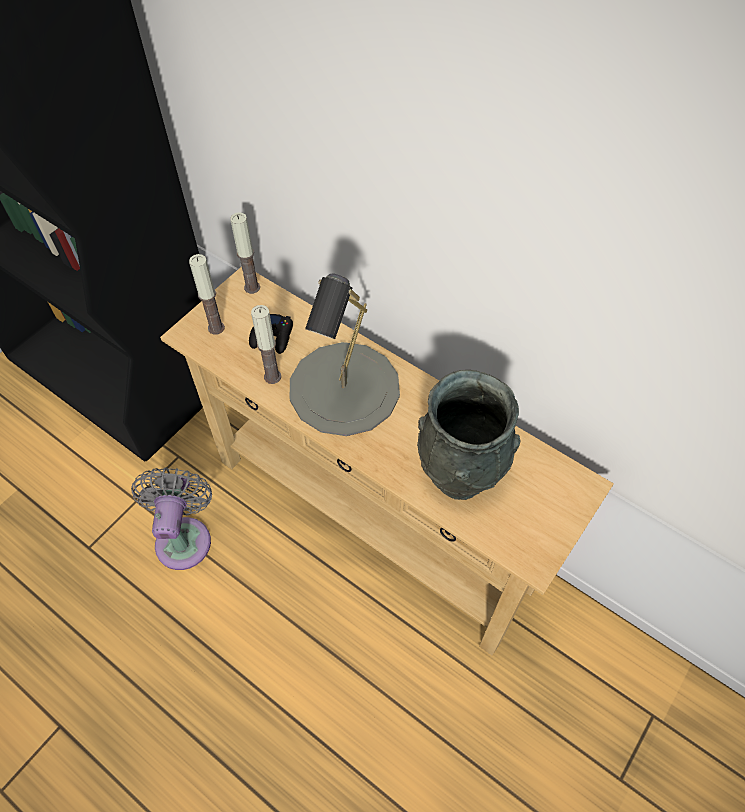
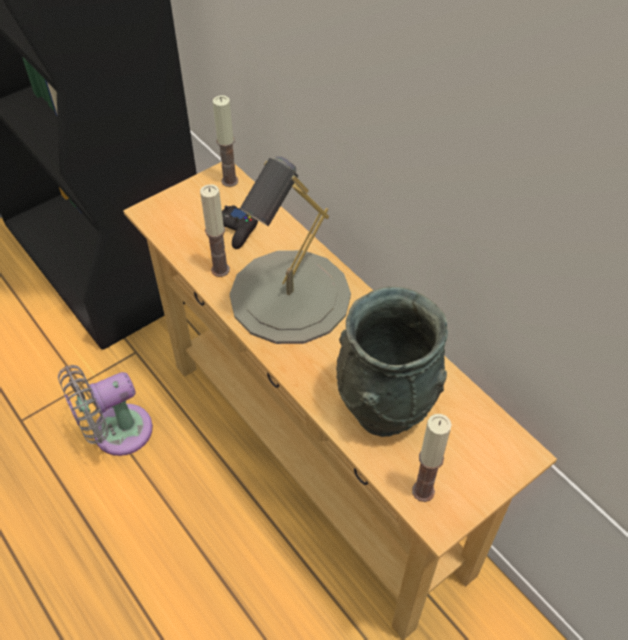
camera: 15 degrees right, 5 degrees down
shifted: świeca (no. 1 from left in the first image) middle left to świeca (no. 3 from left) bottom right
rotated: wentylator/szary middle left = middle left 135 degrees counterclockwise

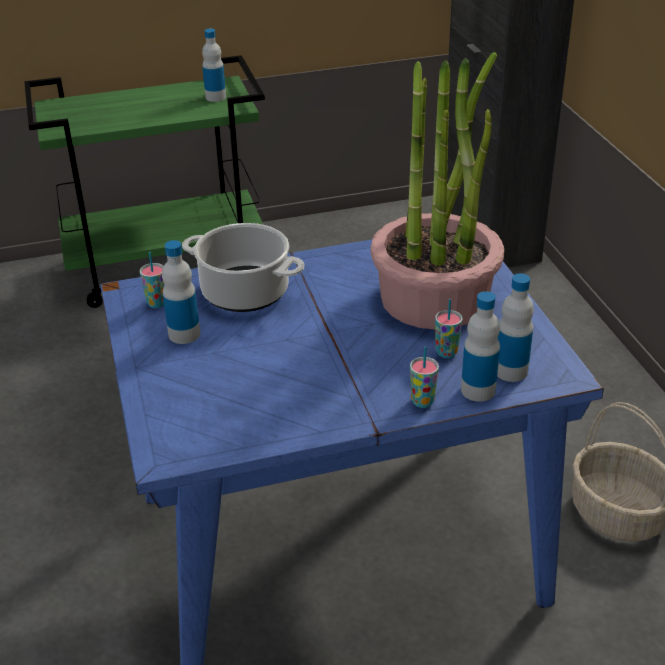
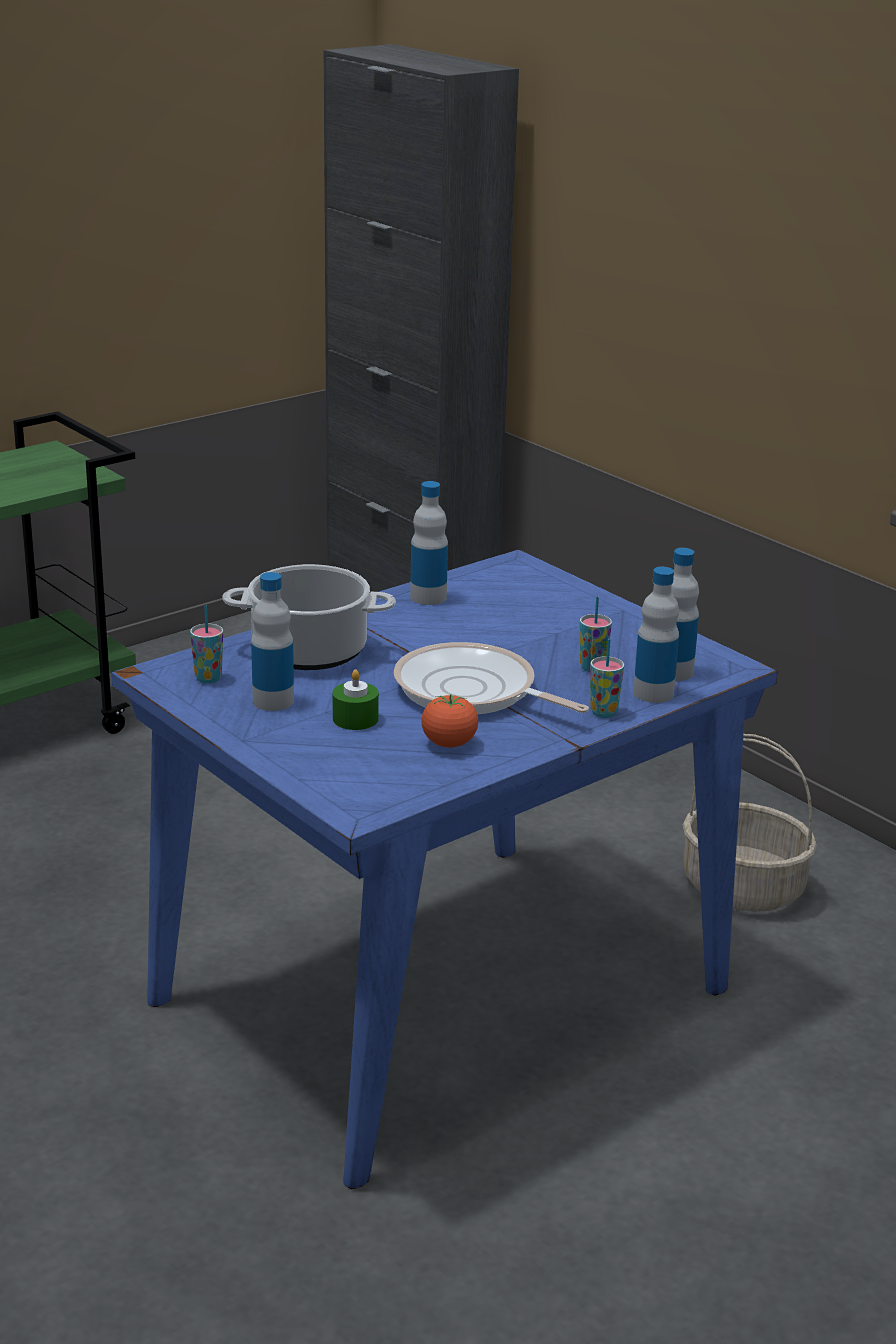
camera: 25 degrees left, 10 degrees down
gone: roślina doniczkowa top centre
new: świeca/zielony centre; patelnia centre; pomidor centre
shifted: butelka (no. 2 from left) top left to centre

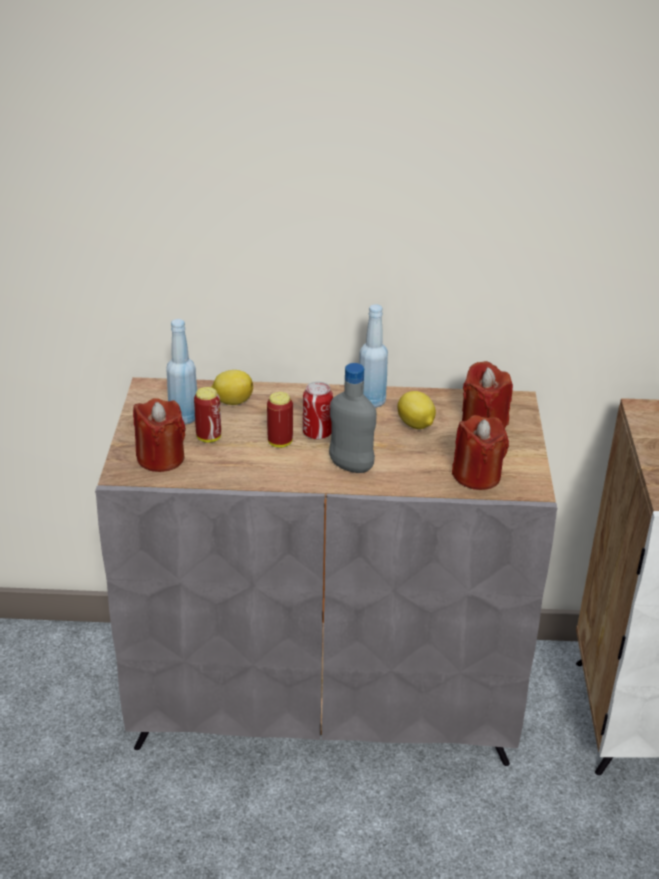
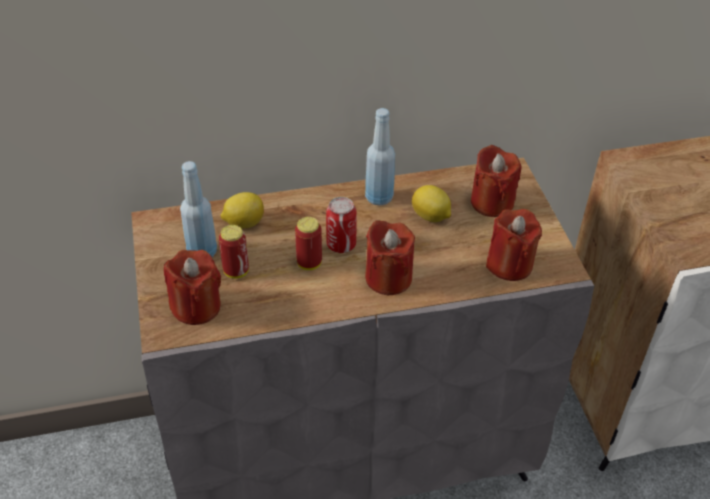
camera: 15 degrees left, 10 degrees up
swapped: butelka/szary centre to świeca/czerwony (no. 2 from left) centre

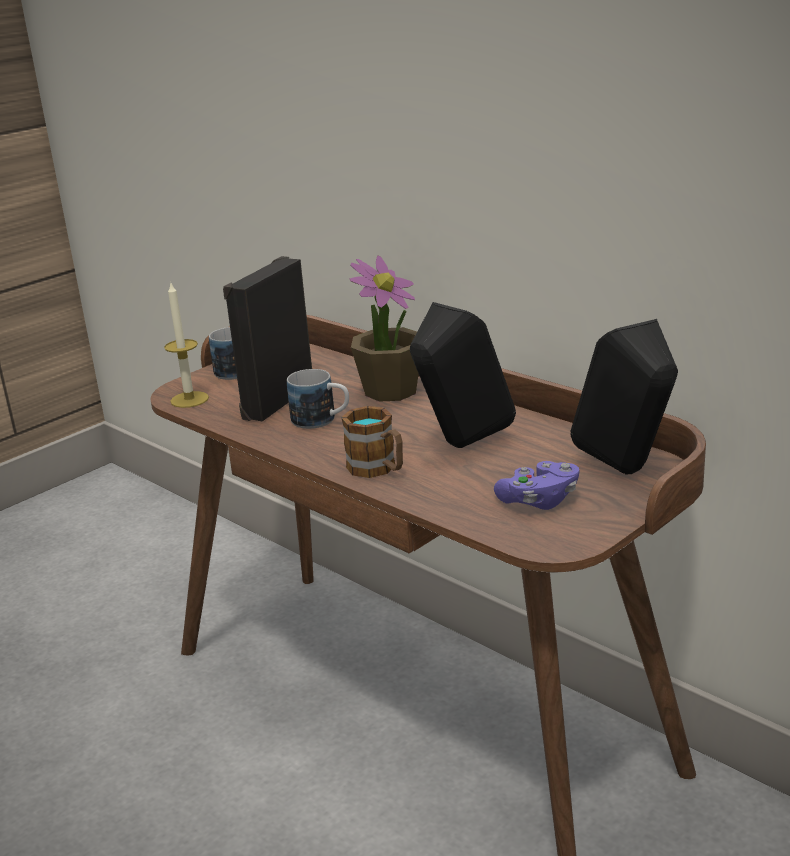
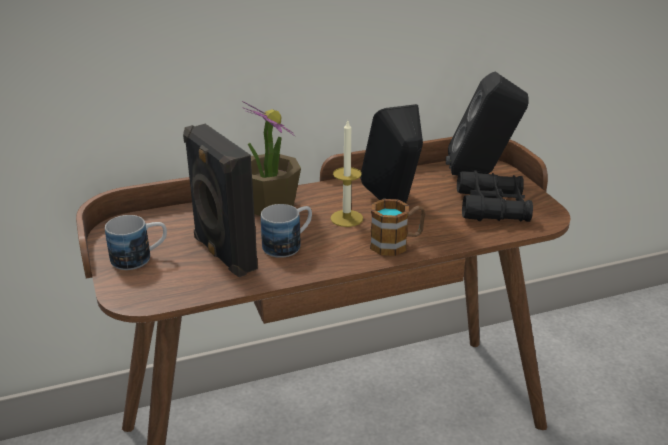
camera: 65 degrees left, 5 degrees up
shifted: świeca middle left to centre
swapped: pad do gier/fioletowy middle right to lornetka/czarny middle right

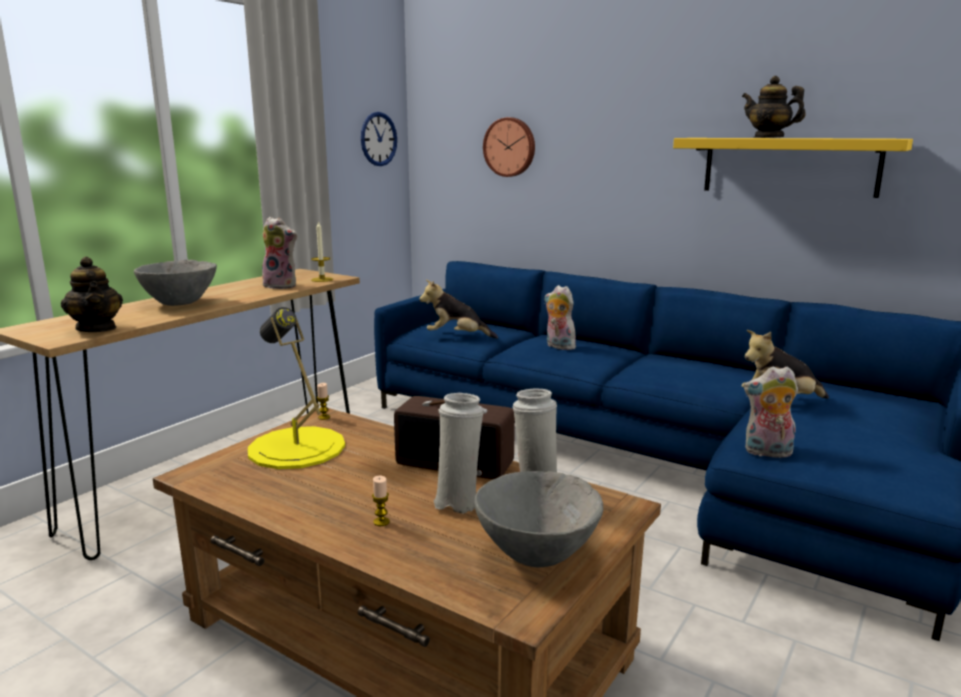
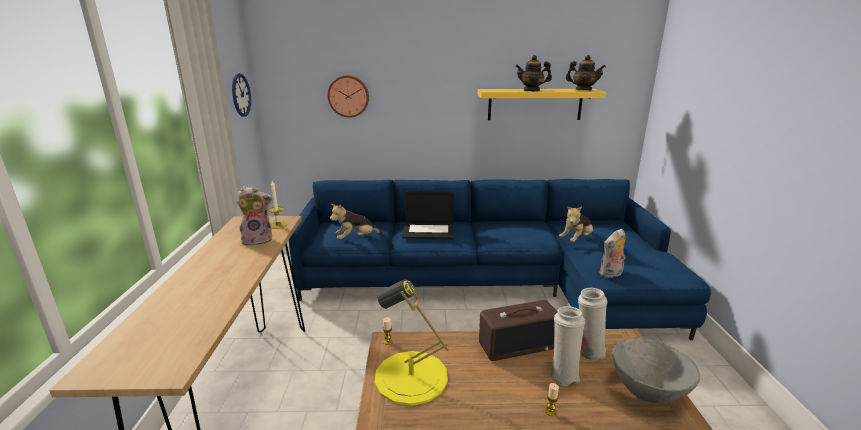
camera: 35 degrees left, 5 degrees up
gone: miska/szary (no. 1 from left) middle left
shifted: imbryk (no. 1 from left in the first image) middle left to imbryk (no. 2 from left) top right
swapped: pluszak (no. 3 from left) centre to laptop centre

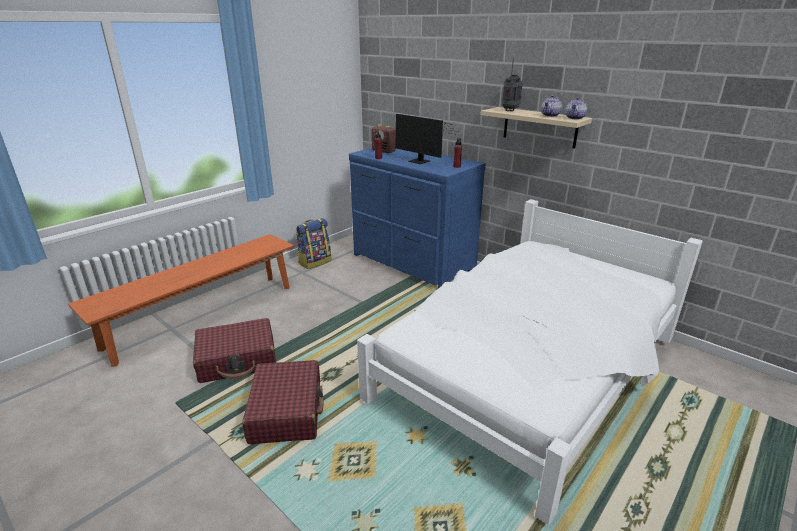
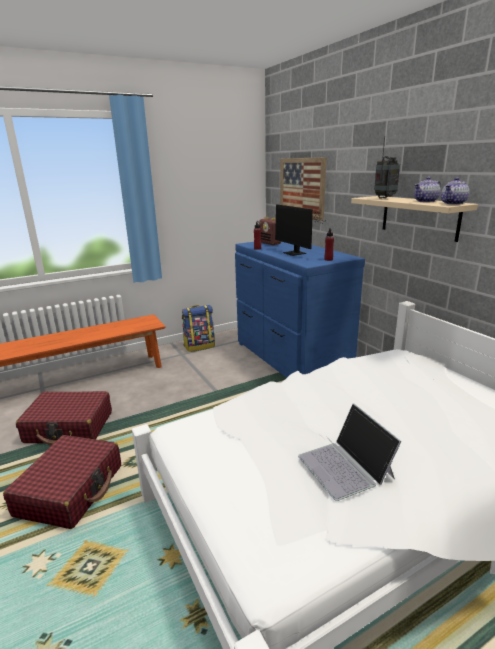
camera: 20 degrees right, 5 degrees down
new: obraz top centre; laptop bottom right

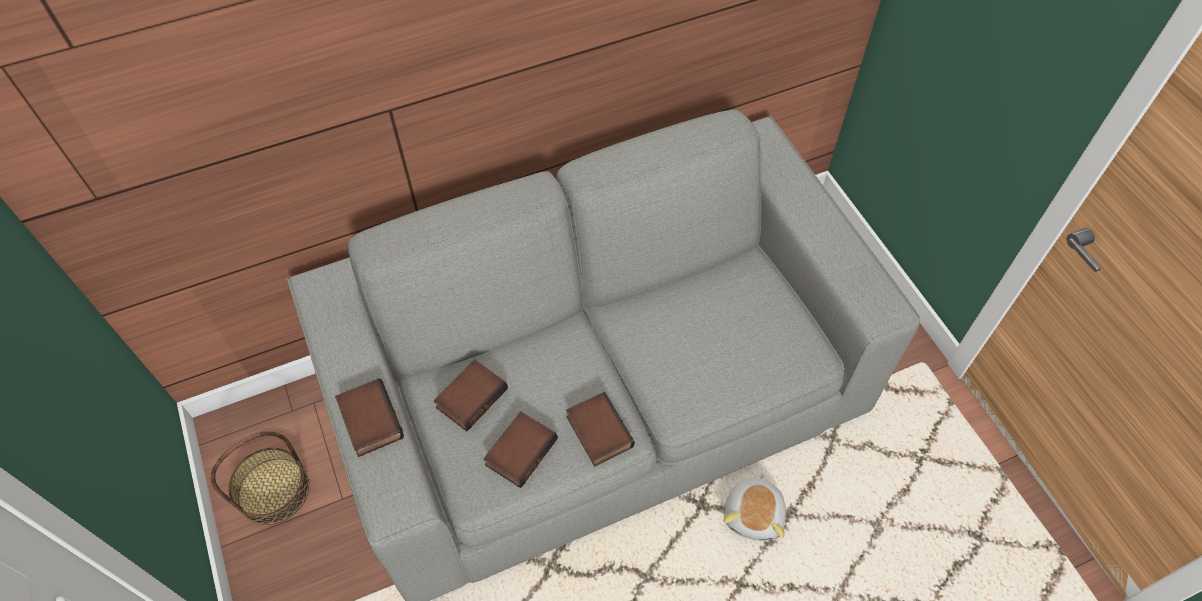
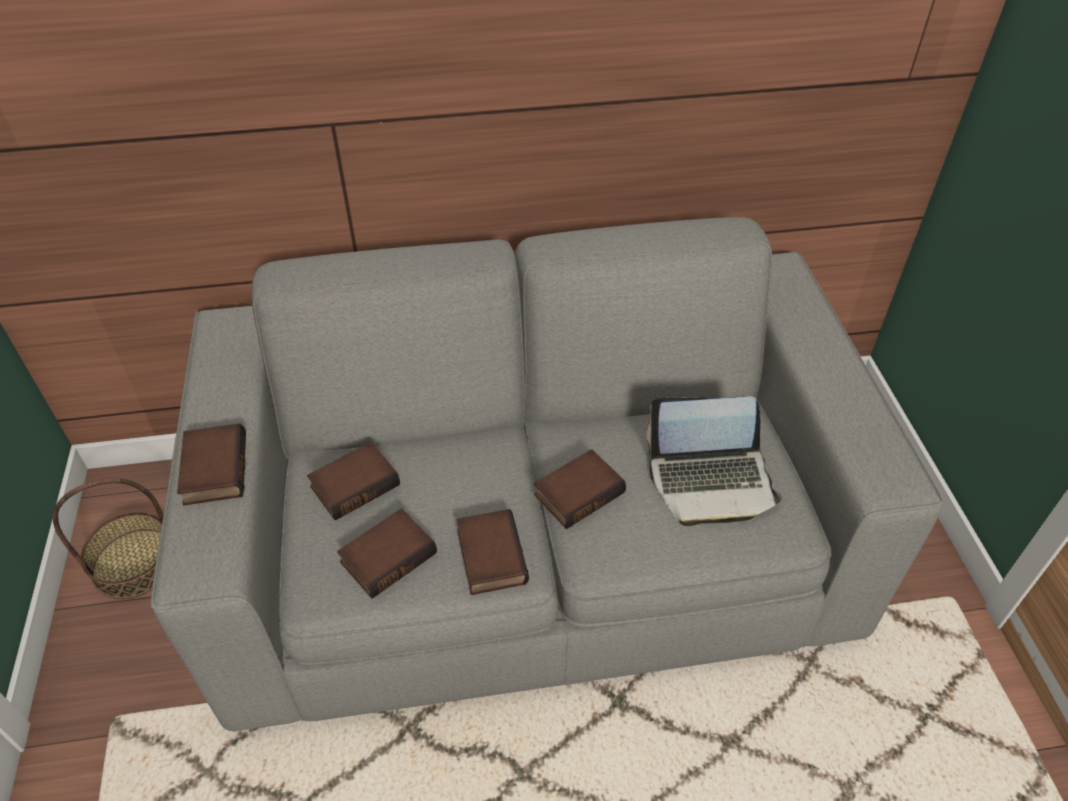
camera: 15 degrees right, 10 degrees down
gone: pluszak bottom centre
new: książka (no. 5 from left) centre; laptop middle right

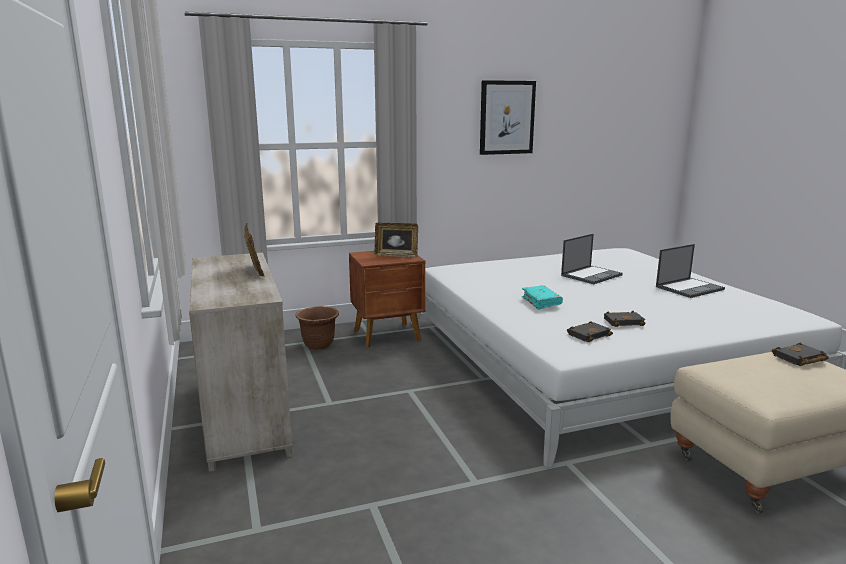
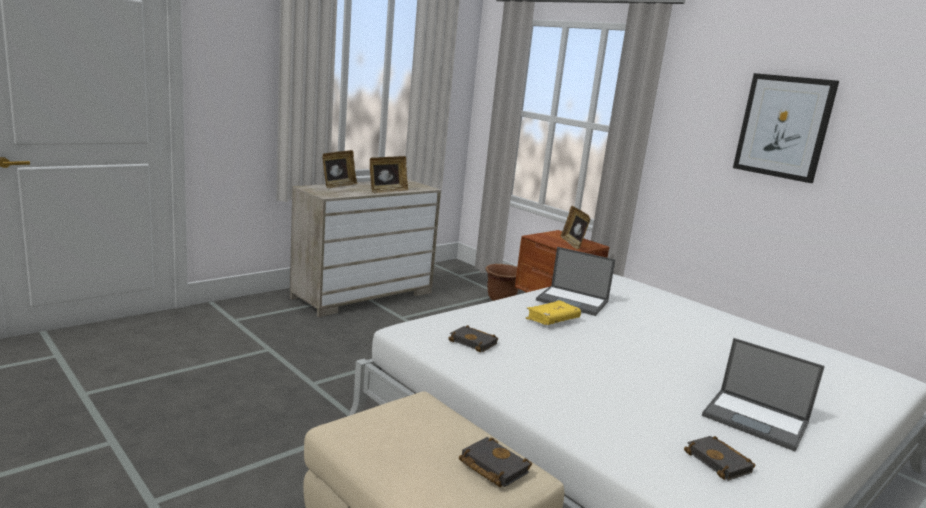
camera: 65 degrees right, 0 degrees up
new: ramka na zdjęcie (no. 1 from left) top centre
shifted: laptop (no. 1 from left) middle right to centre; książka/czarny (no. 2 from left in the first image) middle right to książka/czarny (no. 3 from left) bottom right
repainted: książka/turkusowy centre to książka/żółty centre

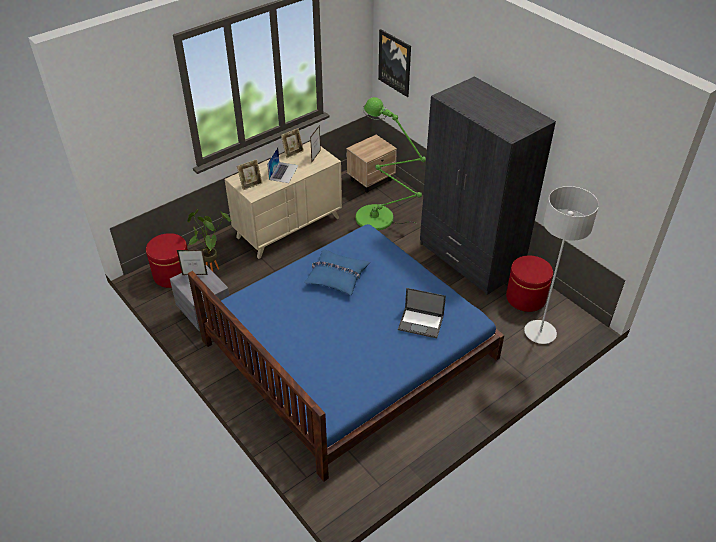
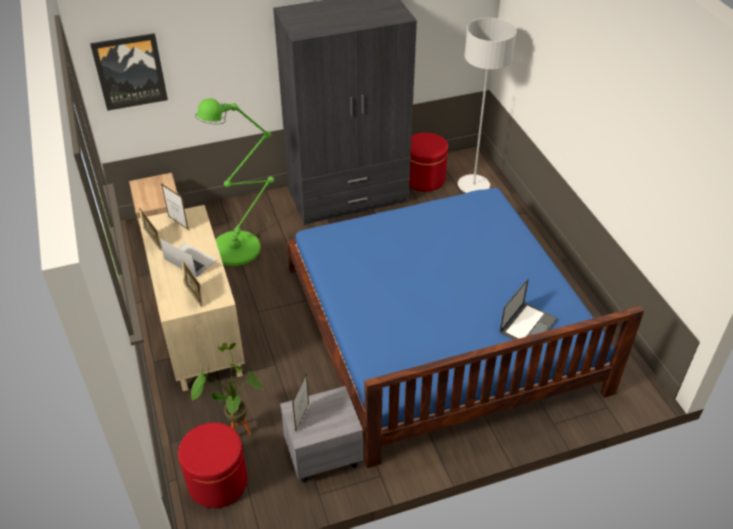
camera: 70 degrees left, 0 degrees up
gone: poduszka/niebieski centre
shifted: laptop (no. 2 from left) centre to middle right

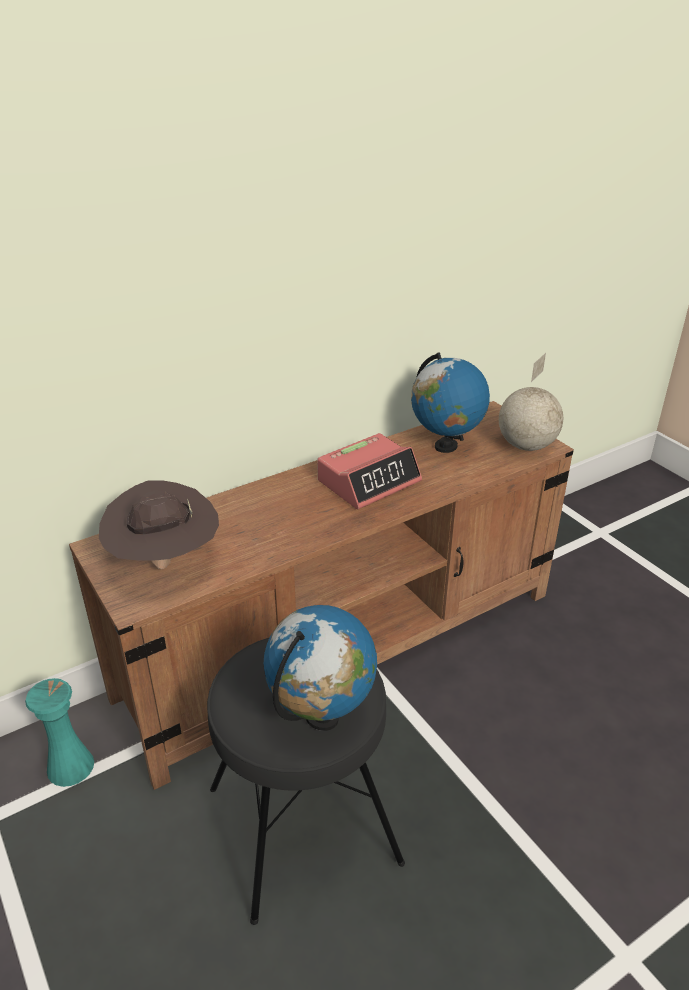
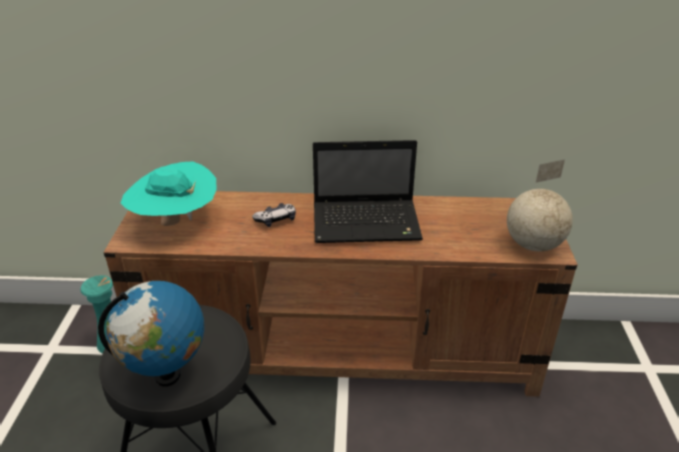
camera: 35 degrees right, 0 degrees up
gone: globus (no. 2 from left) centre
new: pad do gier centre
swapped: budzik centre to laptop centre
repainted: kapelusz/brązowy middle left to kapelusz/turkusowy middle left

